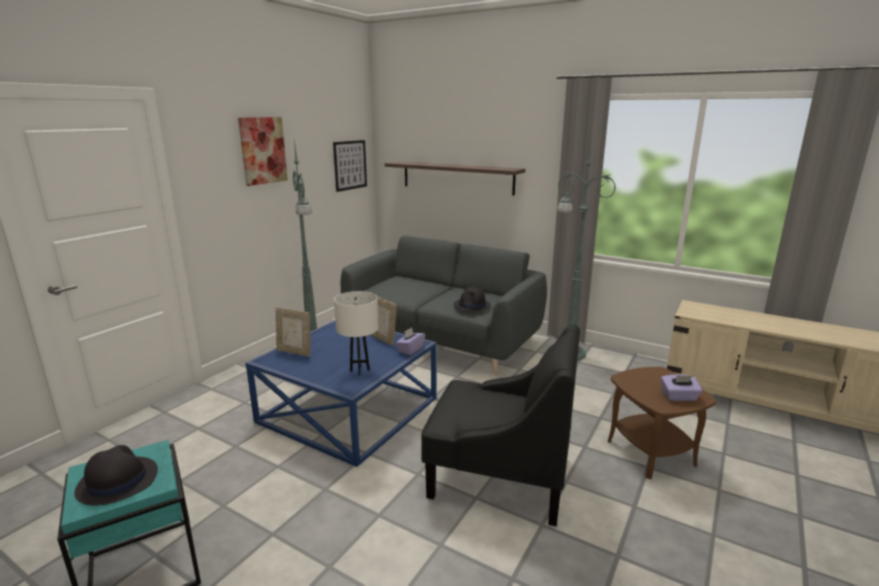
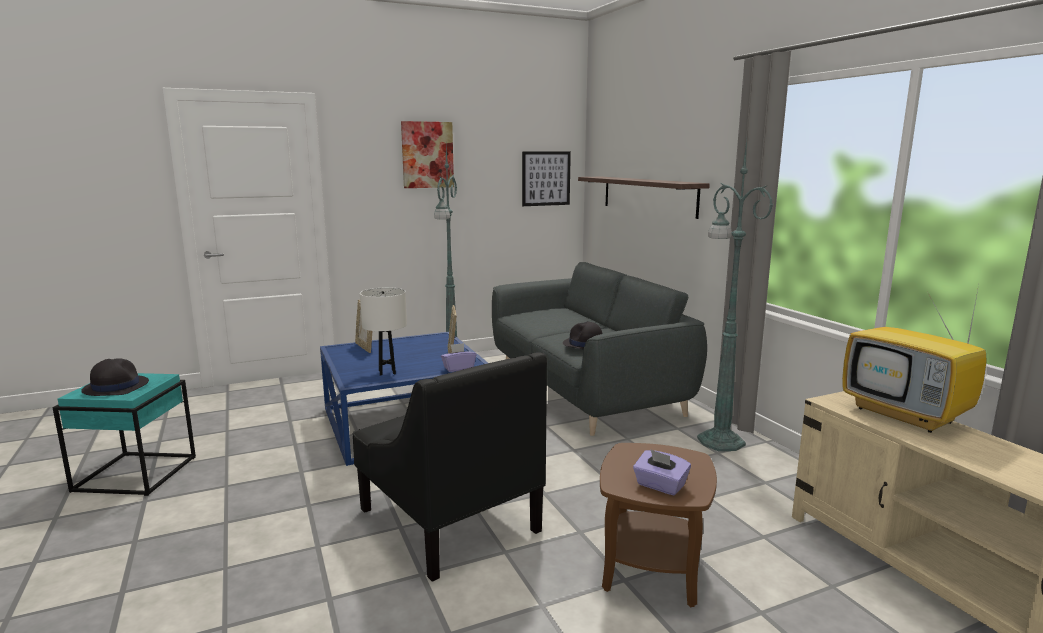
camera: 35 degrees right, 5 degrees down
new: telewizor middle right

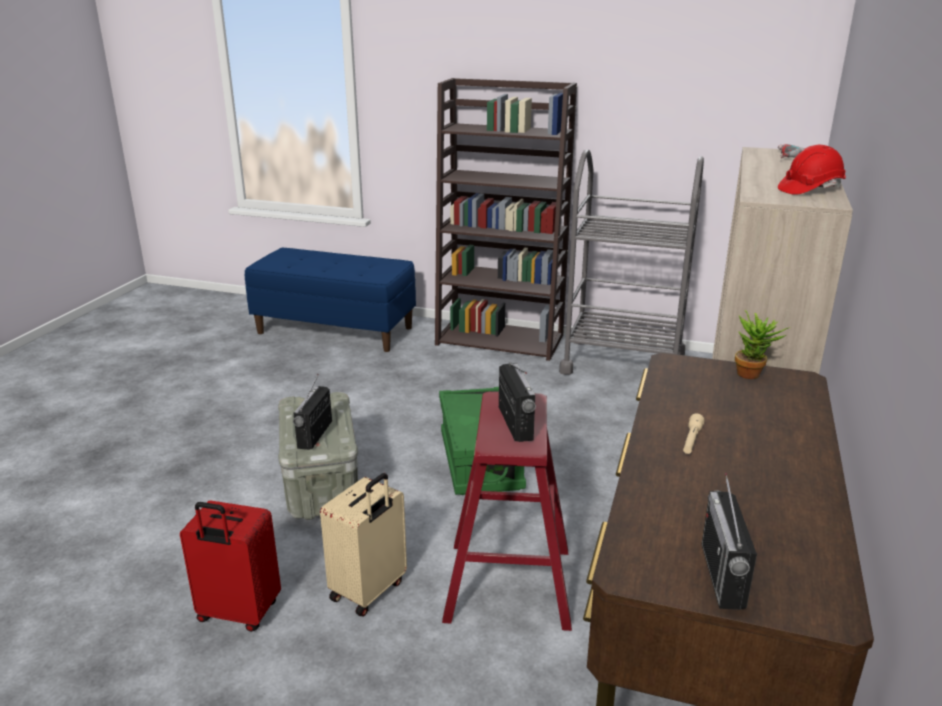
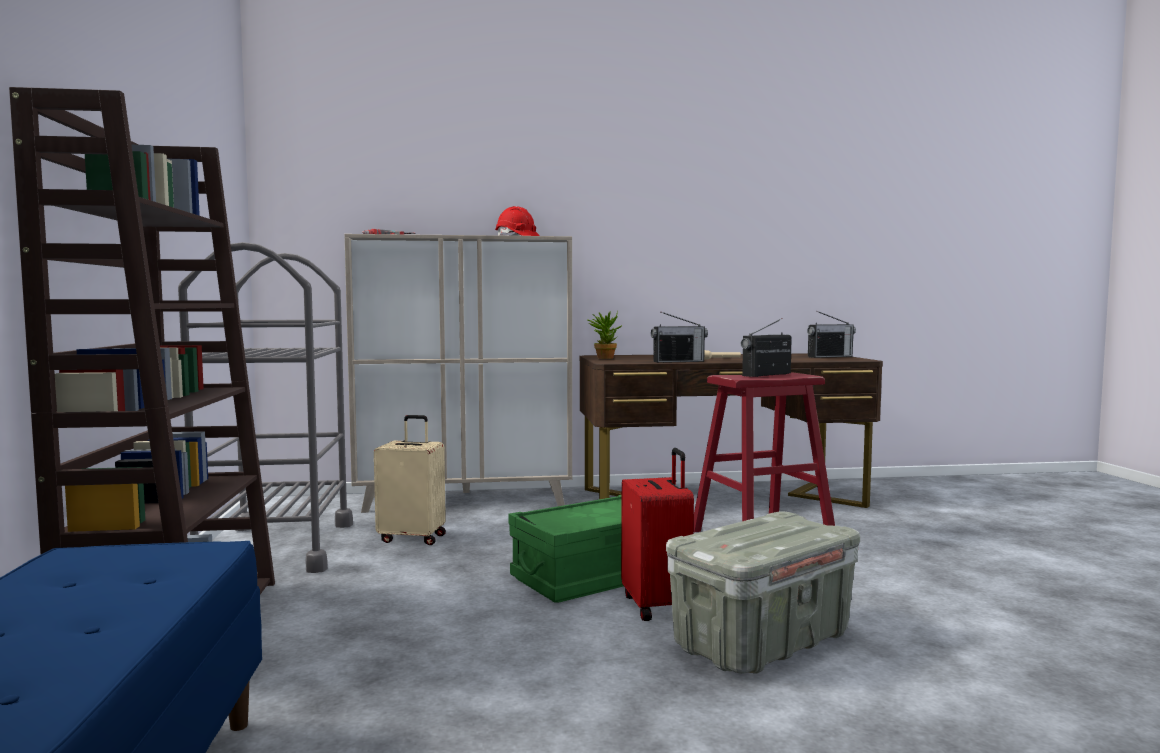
camera: 115 degrees left, 20 degrees down
shifted: walizka/czerwony bottom left to bottom centre; radio (no. 1 from left) middle left to centre; walizka/beżowy bottom centre to centre

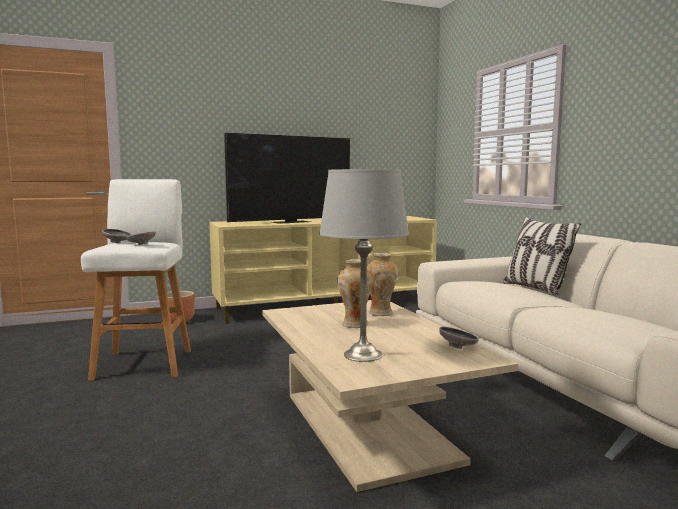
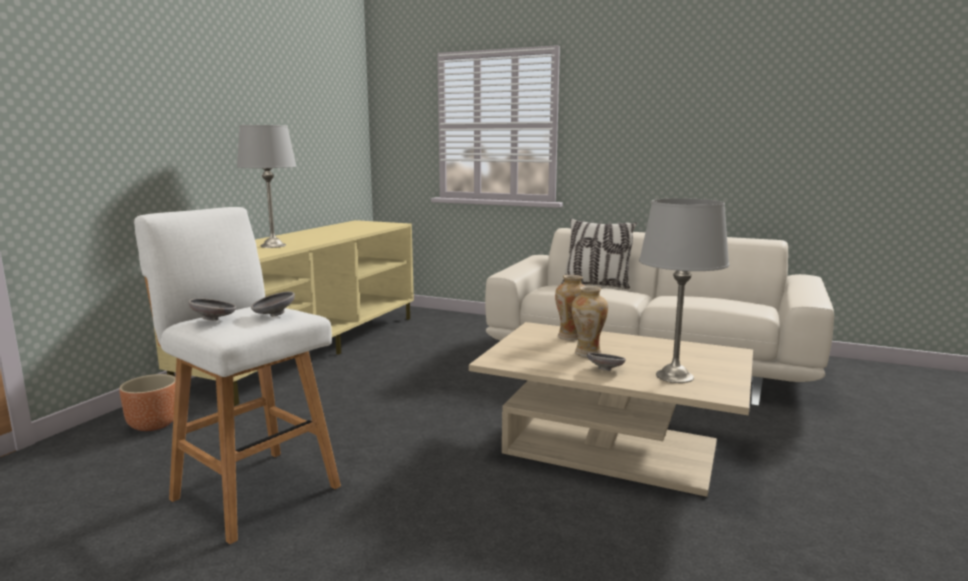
camera: 45 degrees left, 5 degrees up
shifted: miska/szary (no. 3 from left) middle right to centre
swapped: telewizor centre to lampa stołowa/szary (no. 1 from left) top left

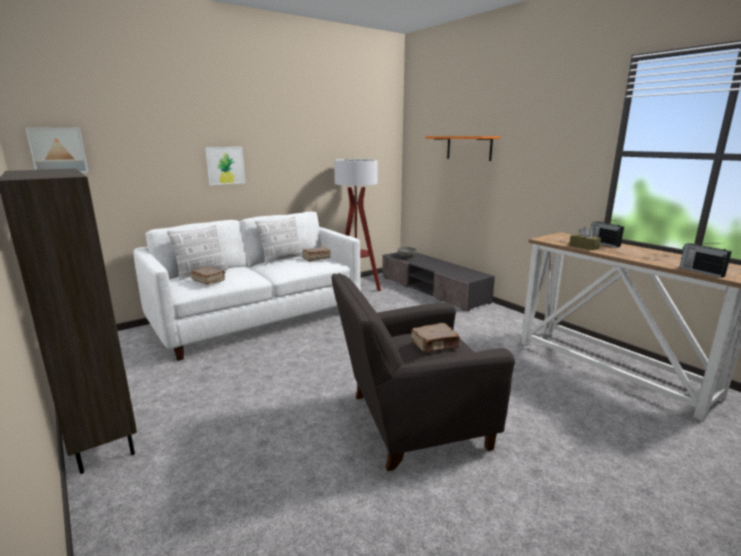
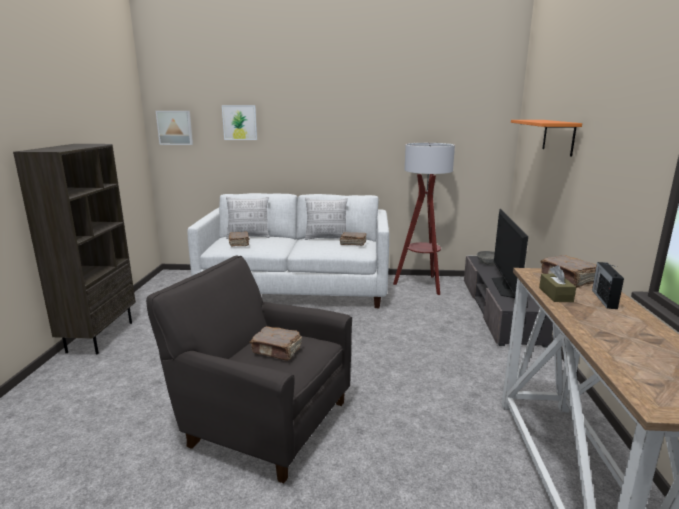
camera: 40 degrees right, 0 degrees up
gone: radio (no. 2 from left) middle right
new: telewizor middle right; książka/brązowy (no. 4 from left) middle right
shifted: obraz (no. 2 from left) top left to top centre

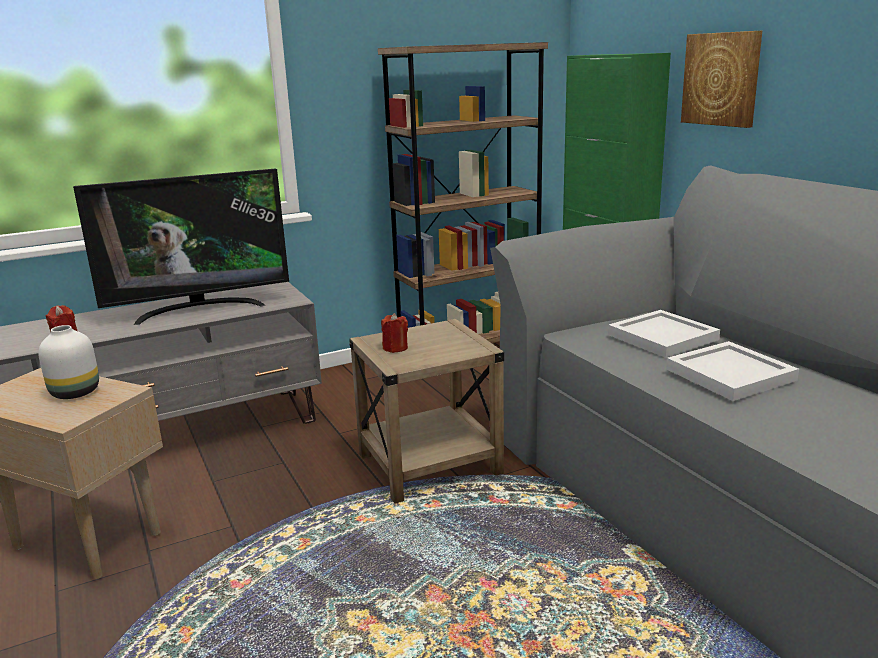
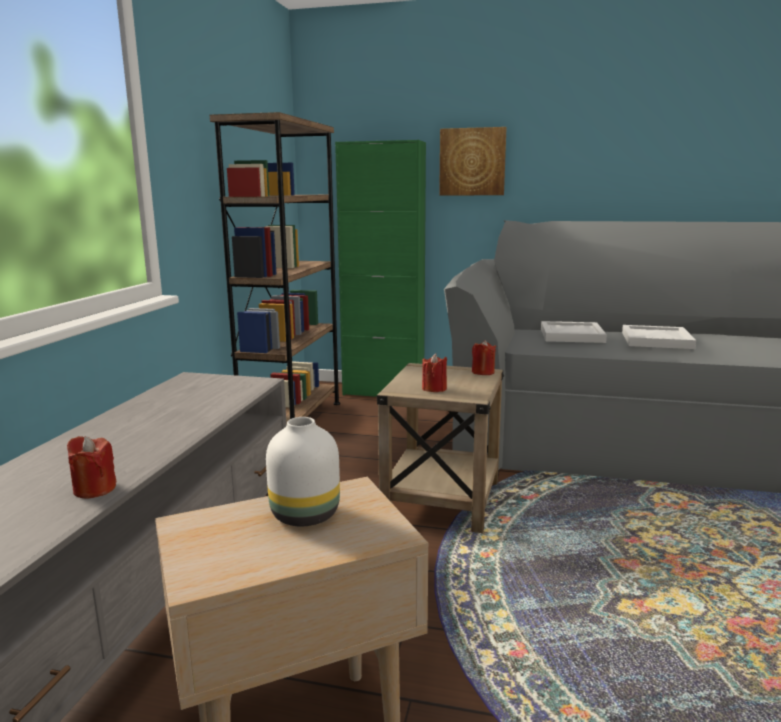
camera: 50 degrees left, 5 degrees down
gone: telewizor middle left
new: świeca/czerwony (no. 3 from left) centre

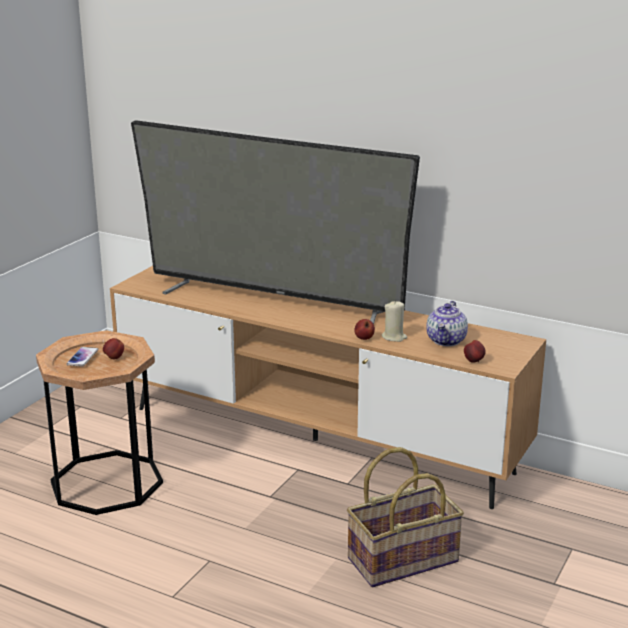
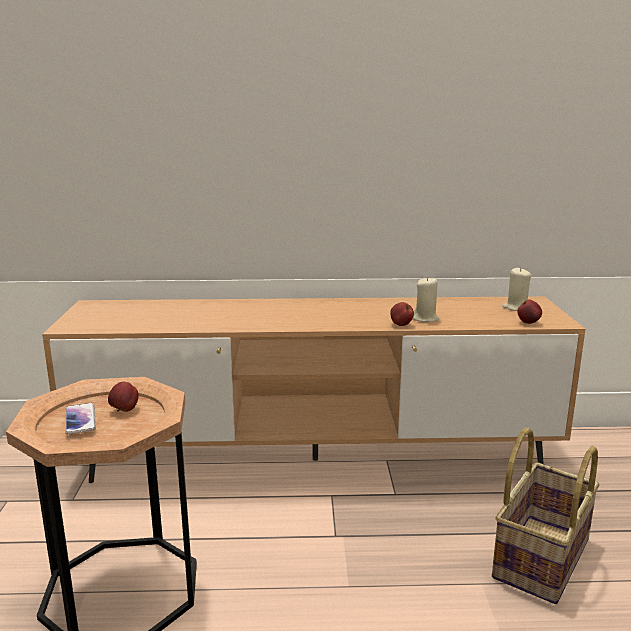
camera: 30 degrees left, 5 degrees down
gone: telewizor centre; imbryk middle right
new: świeca/beżowy (no. 2 from left) middle right

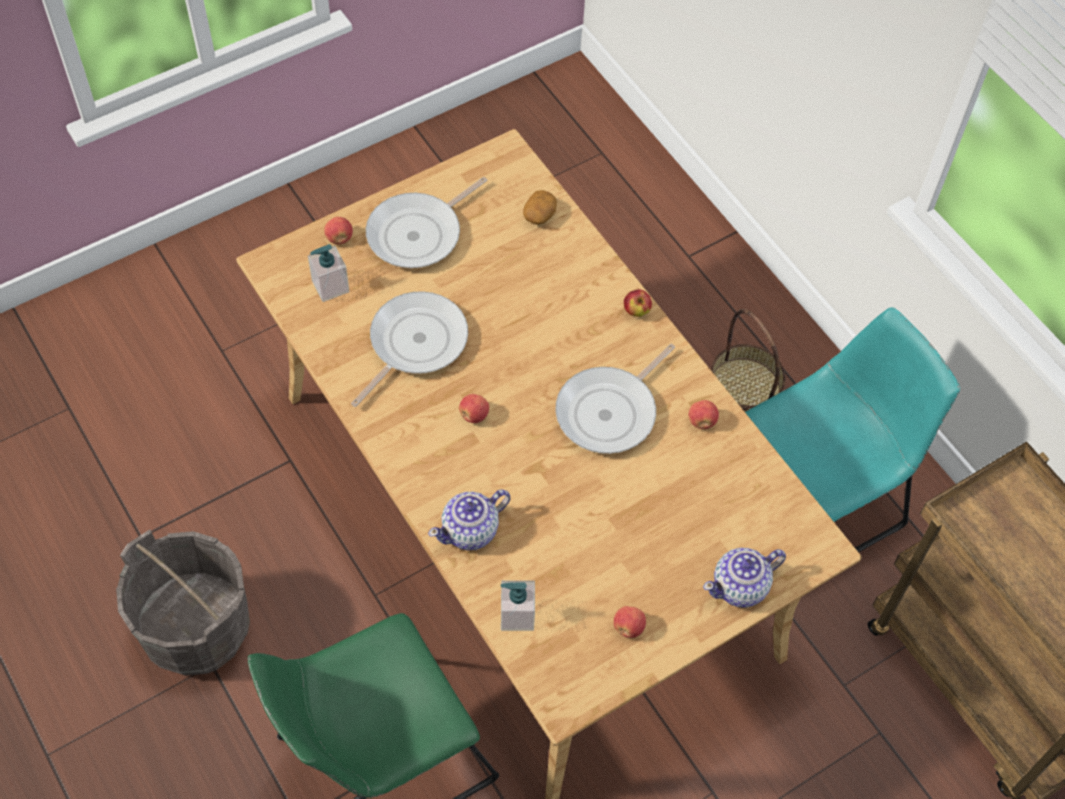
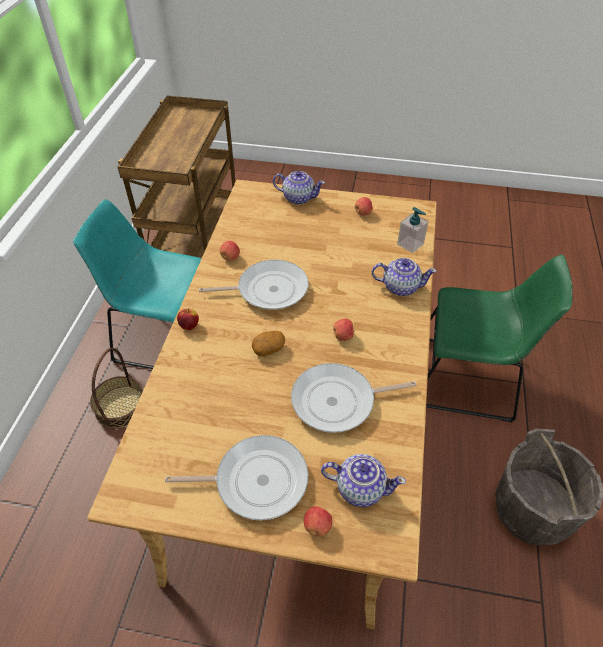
camera: 135 degrees left, 10 degrees down
shifted: ziemniak top centre to centre
swapped: dozownik mydła (no. 1 from left) middle left to imbryk (no. 2 from left) bottom centre

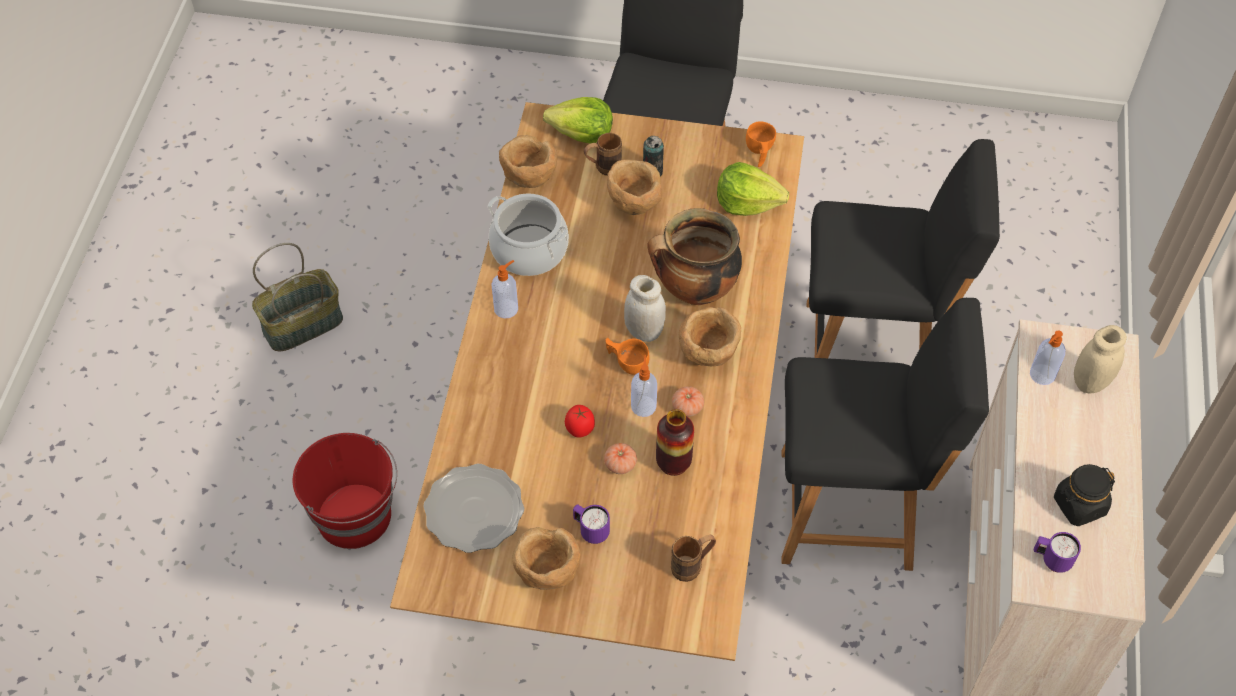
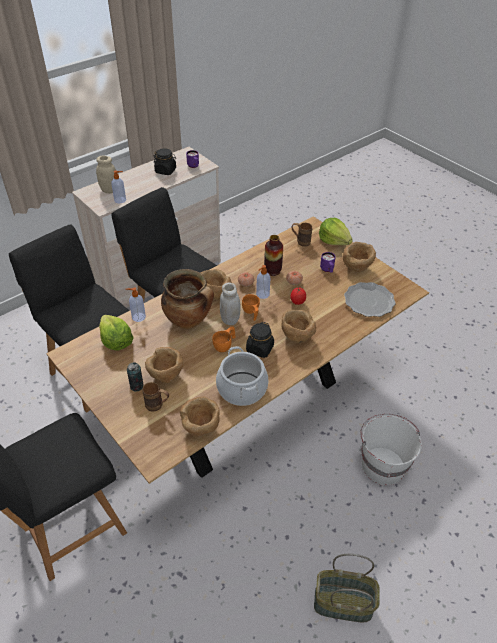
camera: 140 degrees left, 10 degrees down
new: słoik/czarny (no. 2 from left) centre; miska/brązowy (no. 4 from left) centre
shifted: dozownik mydła (no. 1 from left in the first image) centre to dozownik mydła (no. 2 from left) middle left; sałata (no. 1 from left in the first image) top centre to sałata (no. 2 from left) middle right; filiżanka/pomarańczowy (no. 2 from left in the first image) top centre to filiżanka/pomarańczowy (no. 1 from left) centre
repainted: wiadro/czerwony bottom left to wiadro/biały bottom right

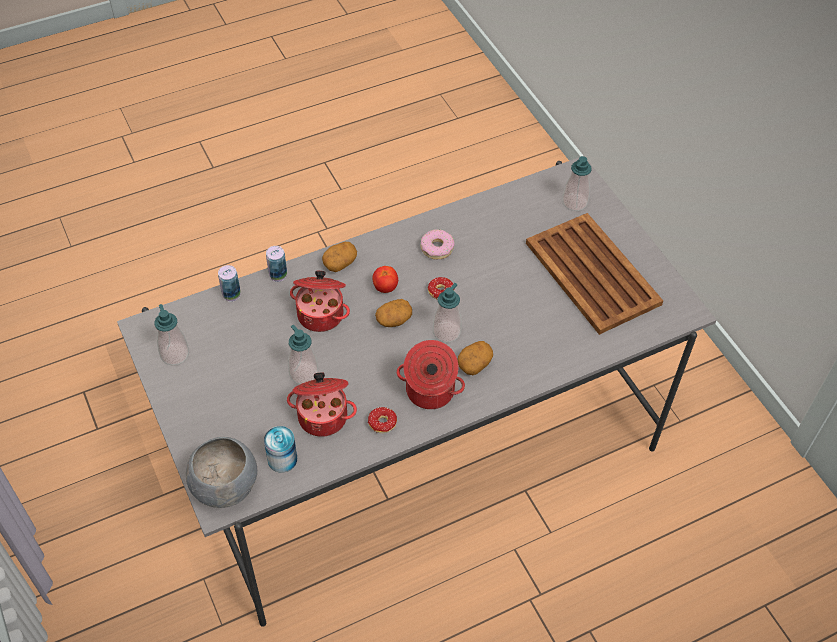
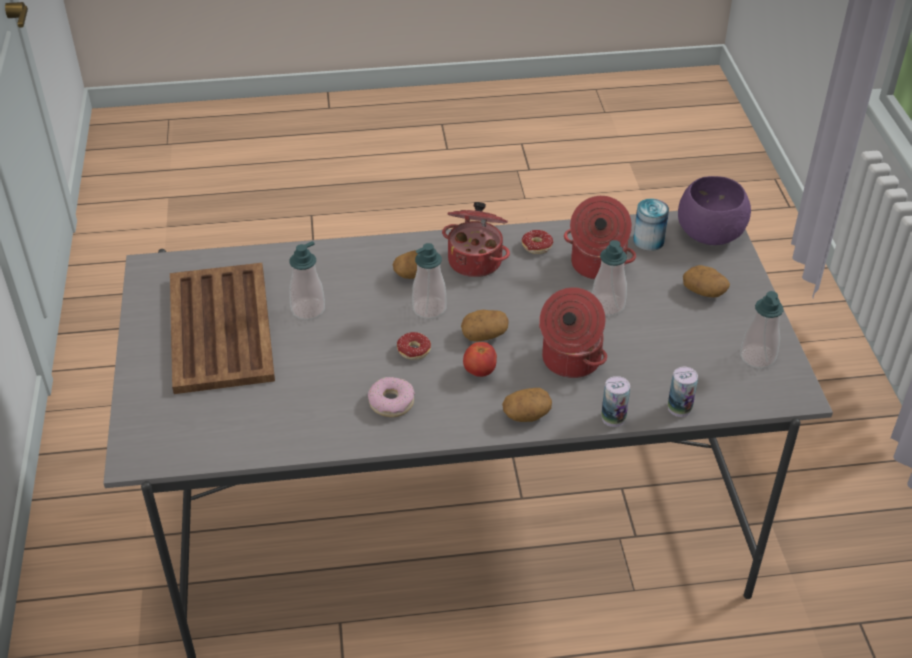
camera: 160 degrees left, 10 degrees down
new: ziemniak (no. 4 from left) middle right
shifted: dozownik mydła (no. 4 from left in the first image) top right to dozownik mydła (no. 1 from left) centre
repainted: miska/szary bottom left to miska/fioletowy top right

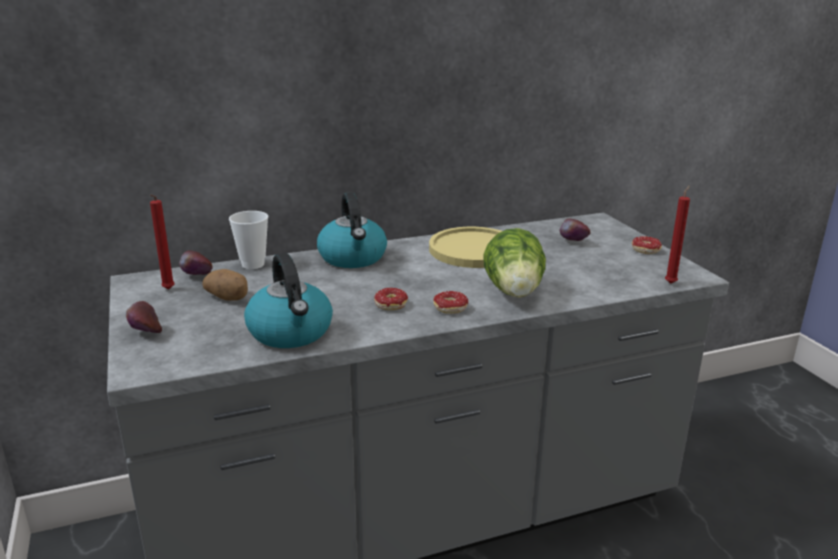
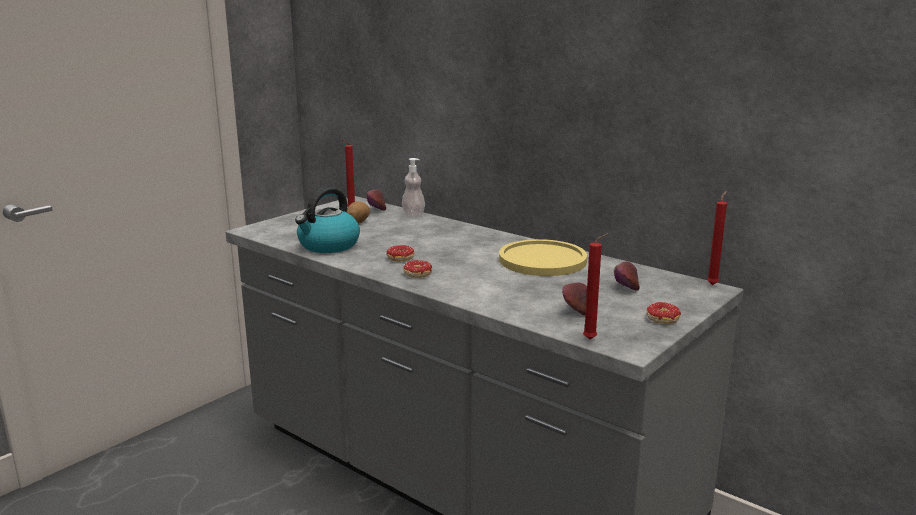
camera: 60 degrees right, 5 degrees down
gone: czajnik (no. 2 from left) centre; sałata centre
new: świeca/czerwony (no. 3 from left) middle right
shifted: jabłko (no. 1 from left in the first image) middle left to jabłko (no. 2 from left) centre
swapped: filiżanka middle left to dozownik mydła centre

